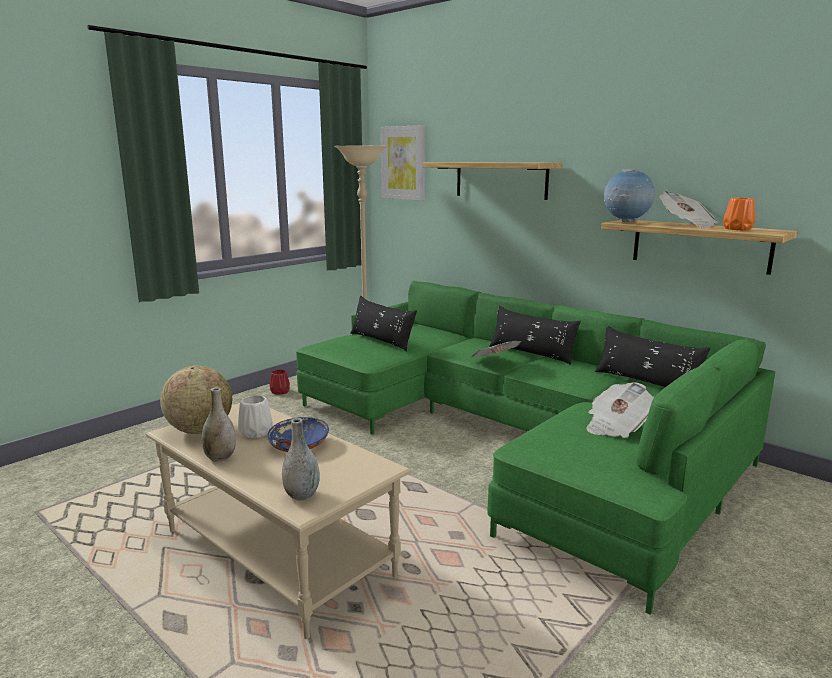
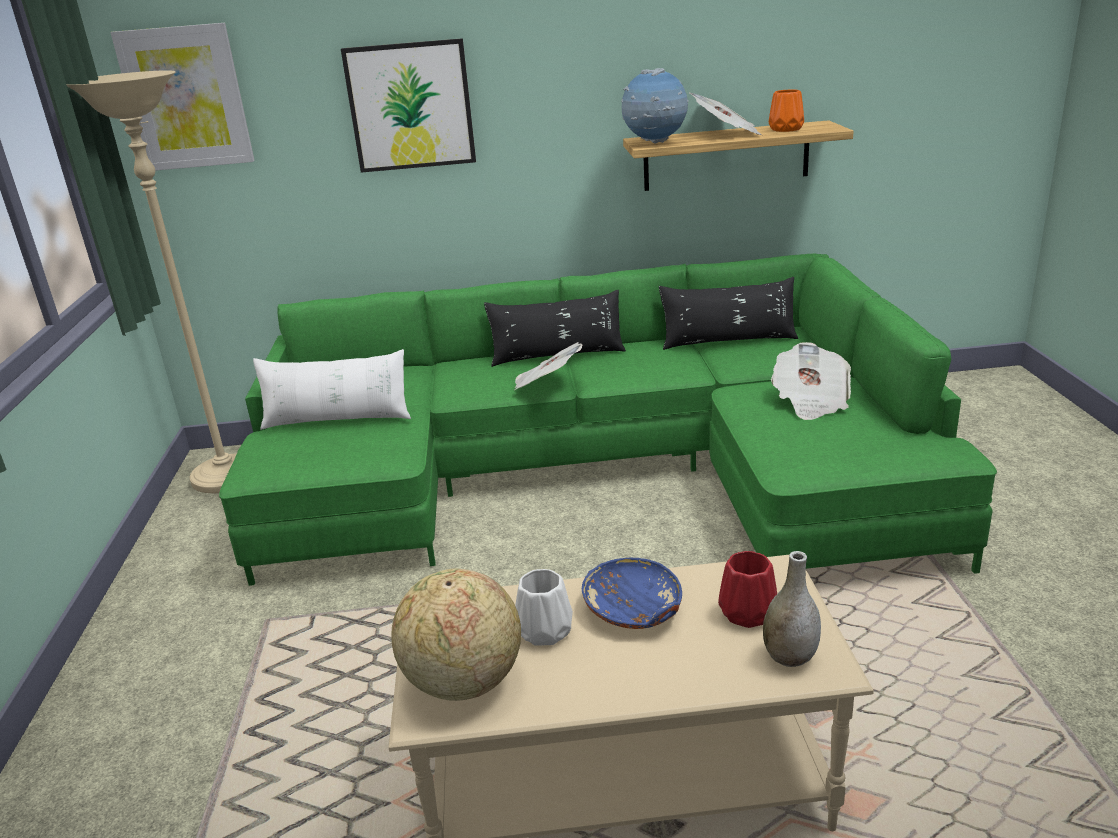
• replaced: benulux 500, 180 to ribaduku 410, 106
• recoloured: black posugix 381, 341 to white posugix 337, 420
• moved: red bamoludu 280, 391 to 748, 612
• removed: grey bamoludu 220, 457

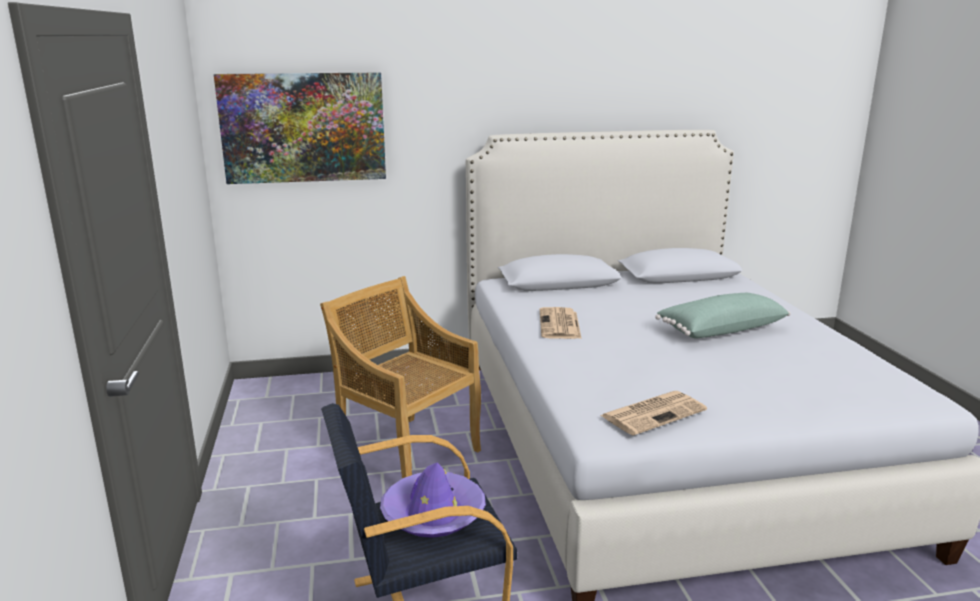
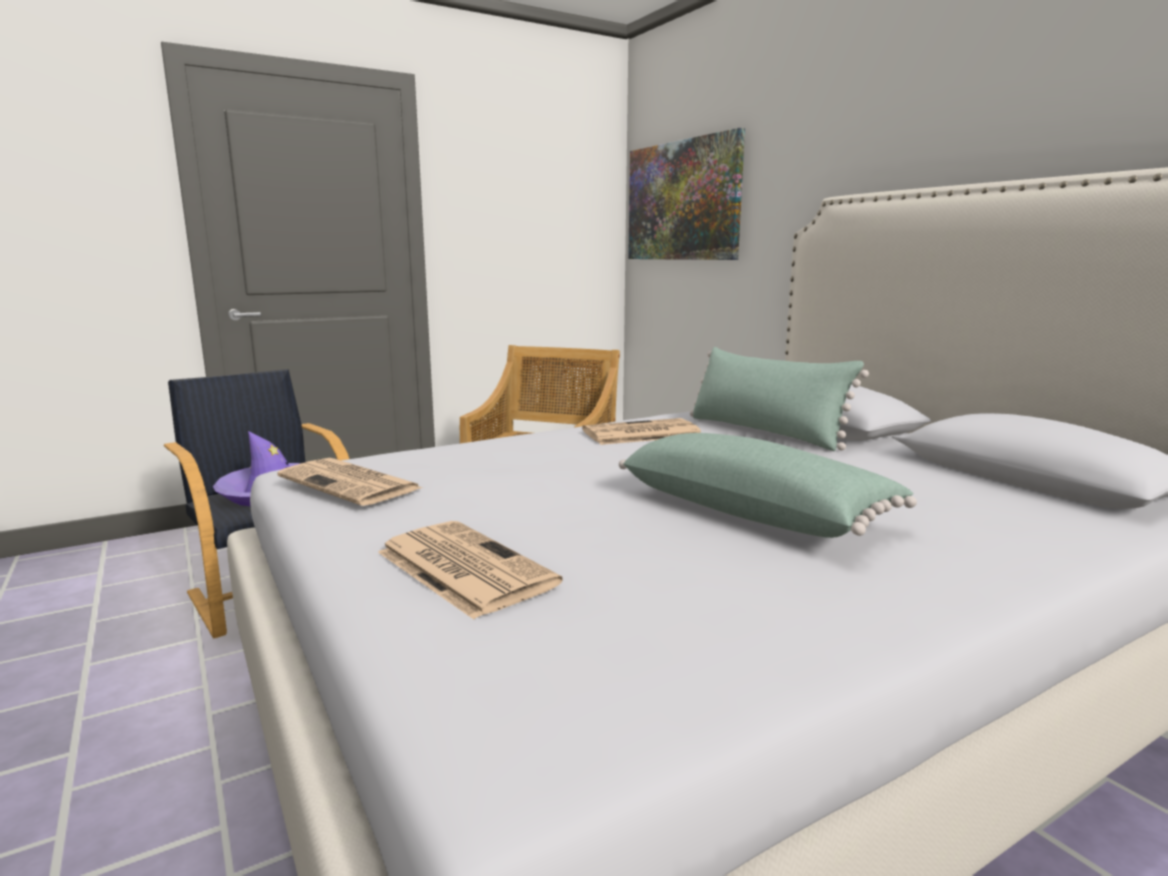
• added: green posugix 765, 432
• added: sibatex 462, 567

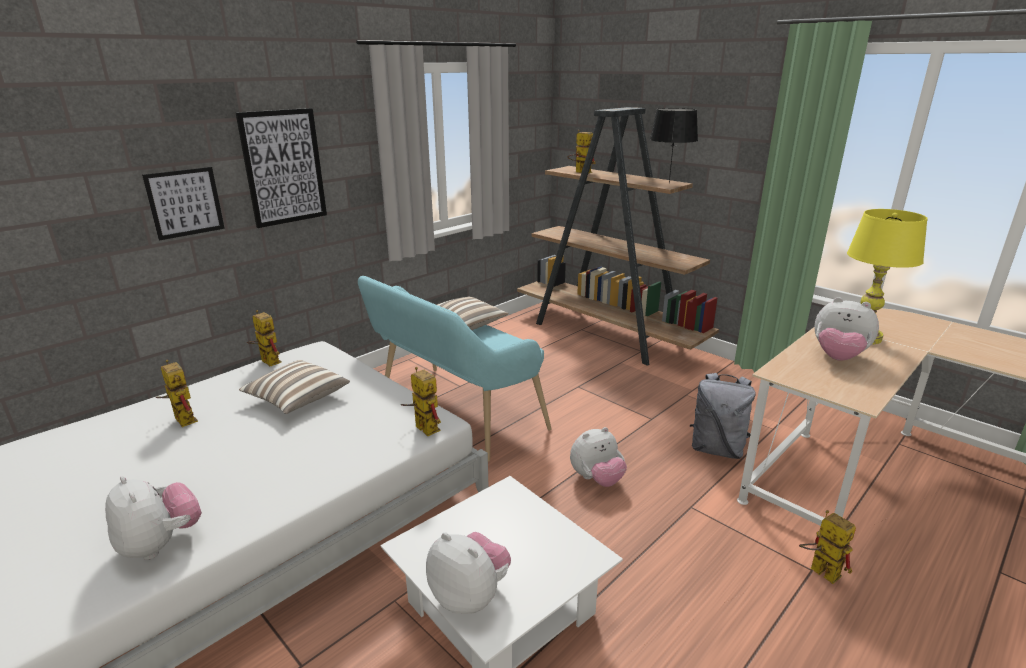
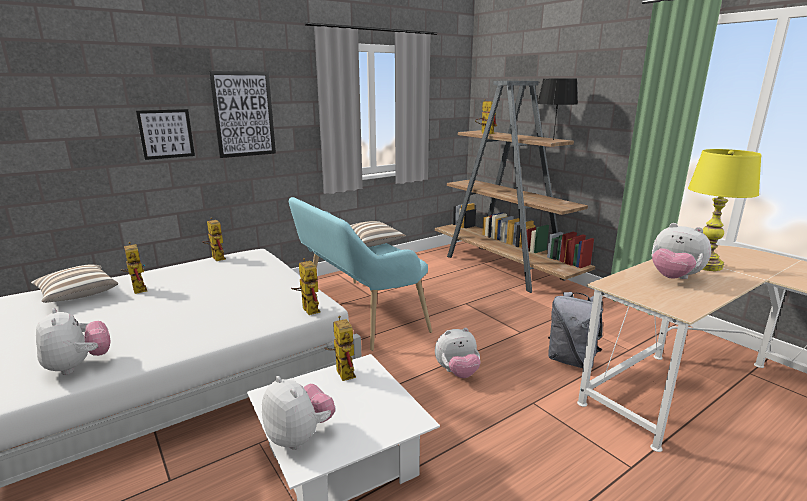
• moved: posugix 297, 399 to 77, 295
• moved: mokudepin 818, 570 to 342, 371

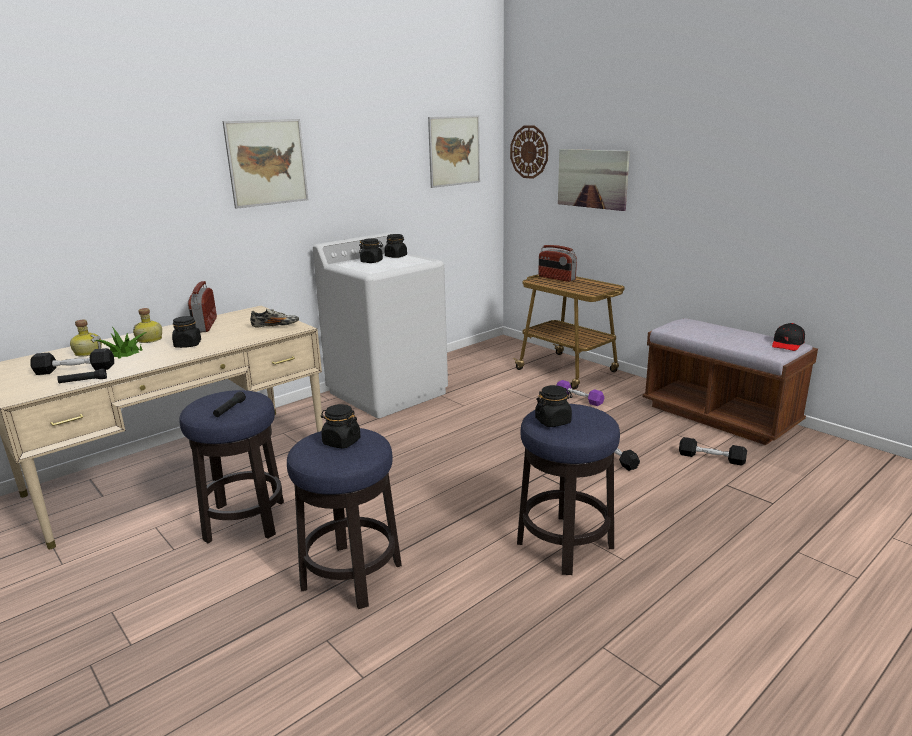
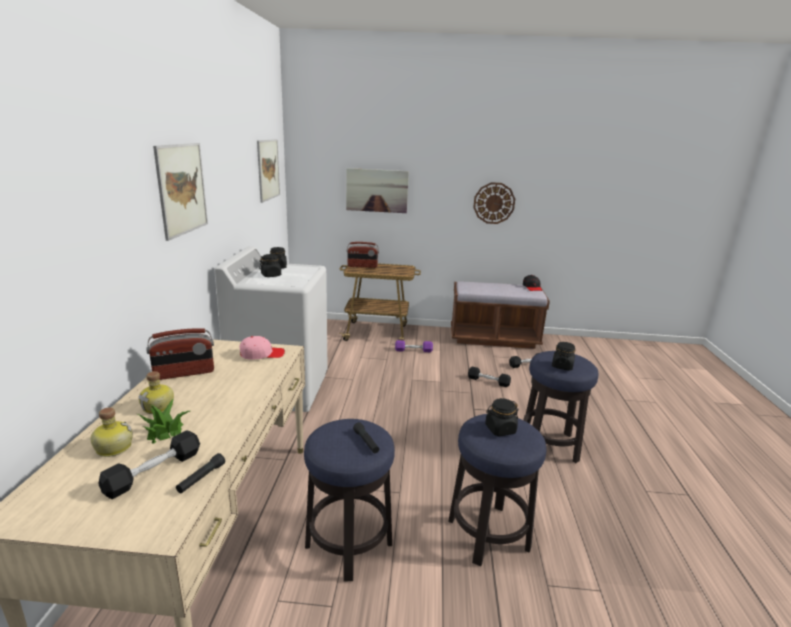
• moved: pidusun 529, 152 to 494, 203
• turned: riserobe 205, 325 = 184, 373 60 degrees counterclockwise
• replaced: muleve 275, 326 to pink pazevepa 262, 354
• removed: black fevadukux 188, 345

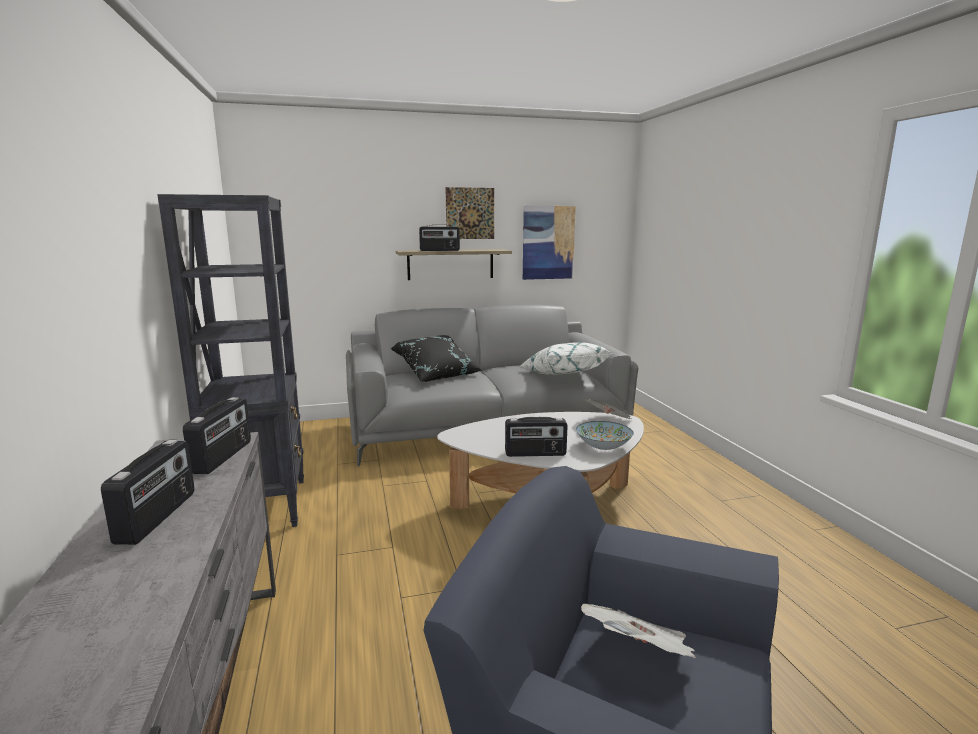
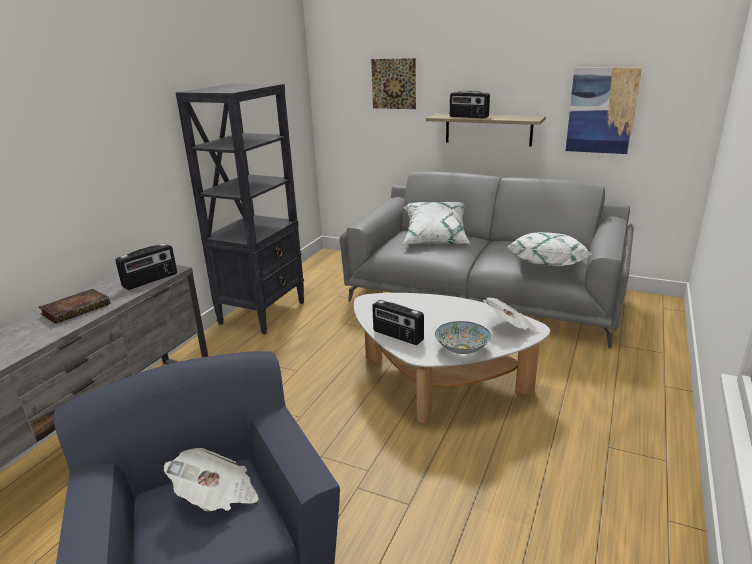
• moved: ribaduku 470, 213 to 393, 84
• recoloured: black posugix 437, 374 to white posugix 435, 238
• replaced: riserobe 158, 517 to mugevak 77, 308

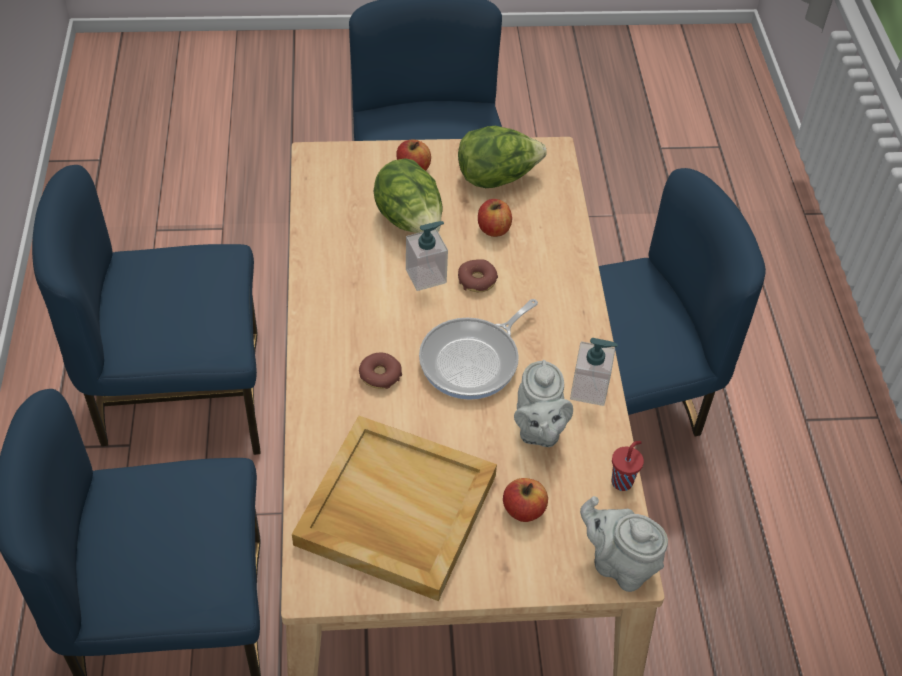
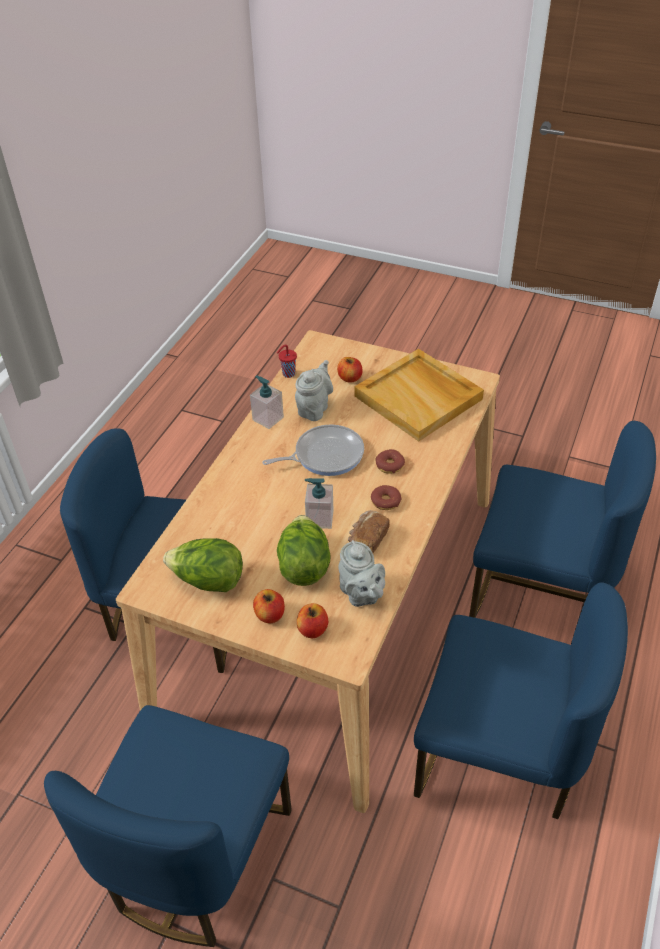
• moved: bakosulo 493, 229 to 313, 629
• moved: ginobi 477, 280 to 385, 501
• moved: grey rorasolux 619, 564 to 361, 594
• added: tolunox 367, 540

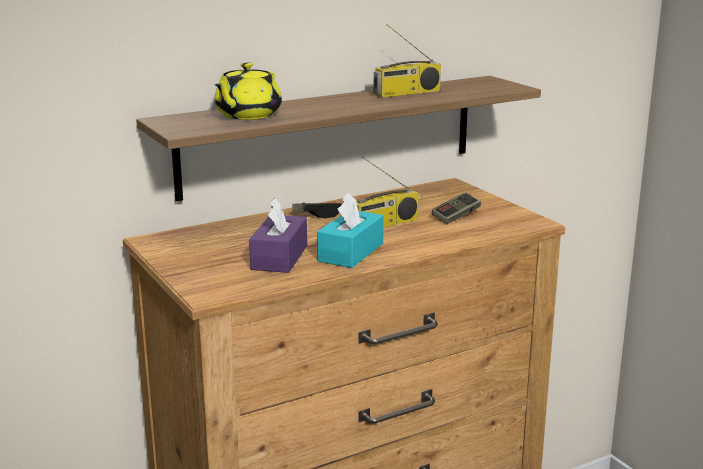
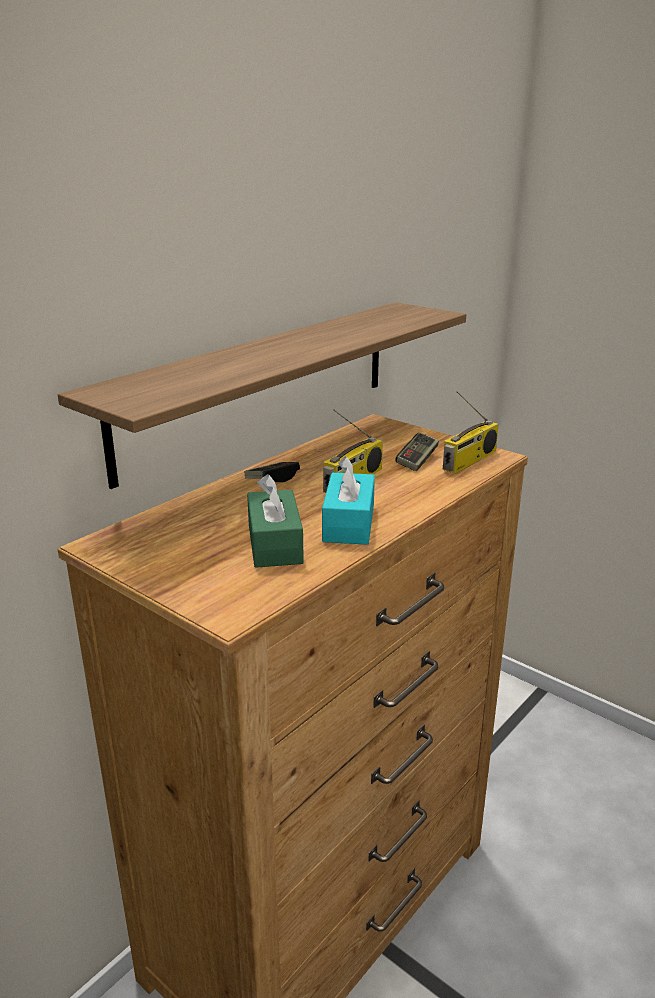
• moved: riserobe 407, 93 to 469, 461
• removed: yellow rorasolux 247, 115
• recoloured: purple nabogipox 279, 257 to green nabogipox 274, 544

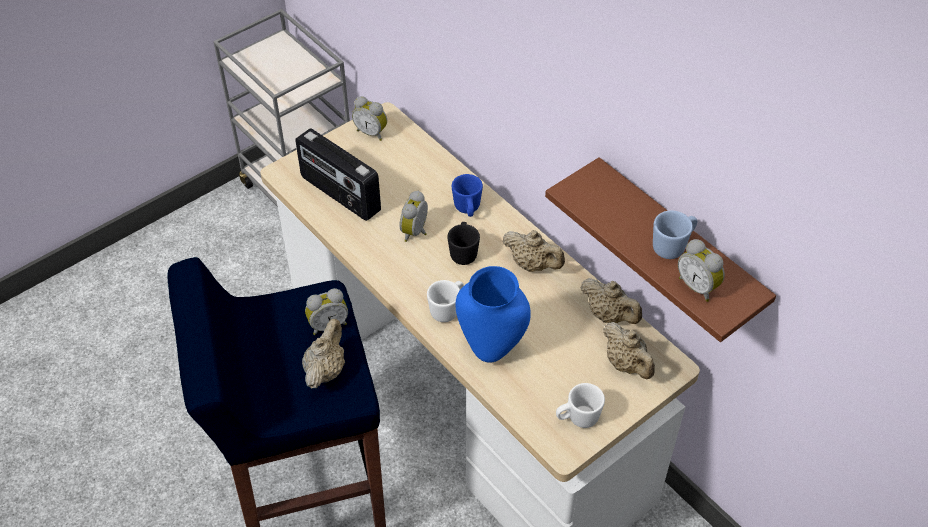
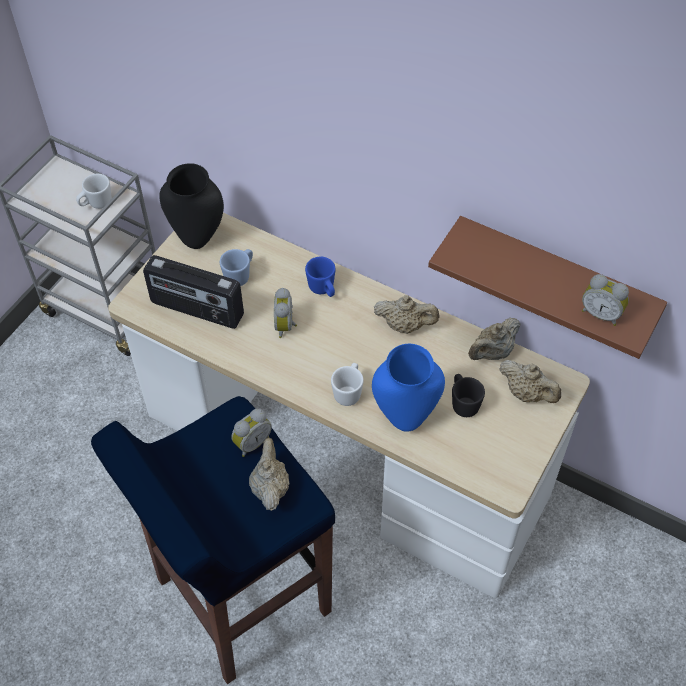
• replaced: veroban 372, 132 to black bamoludu 198, 238
• moved: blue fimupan 673, 246 to 240, 275
• moved: black fimupan 463, 252 to 463, 403
• turned: beige rorasolux 609, 315 = 492, 352 120 degrees clockwise
• moved: white fimupan 577, 418 to 96, 204

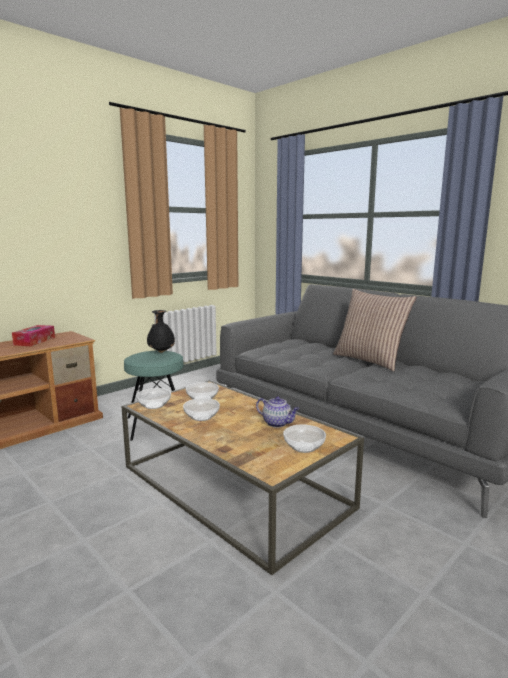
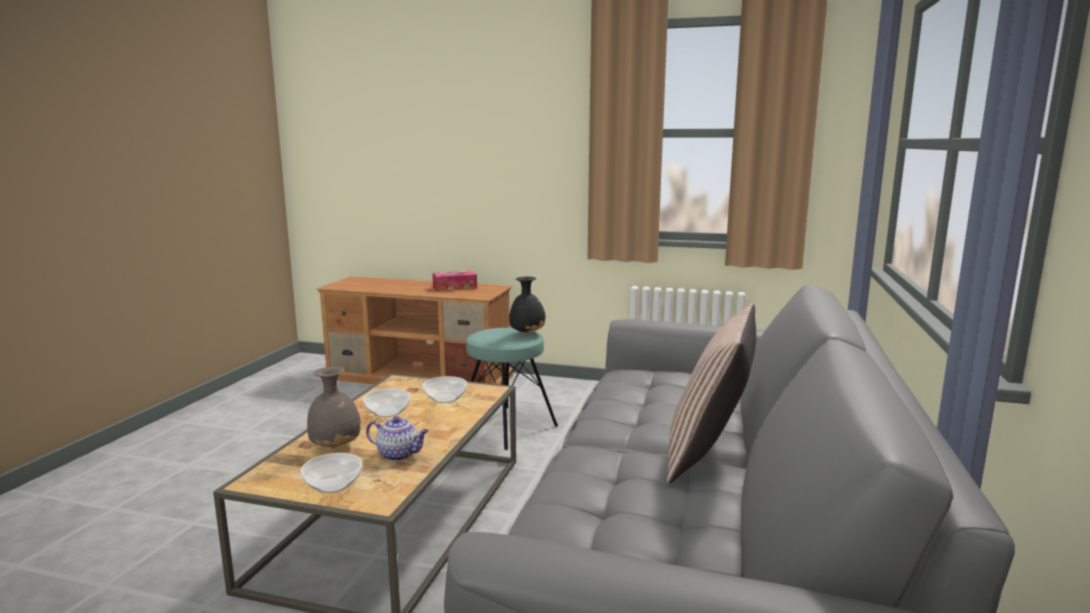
• removed: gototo 154, 405
• turned: rorasolux 277, 423 = 399, 454 75 degrees counterclockwise
• added: grey bamoludu 337, 446

